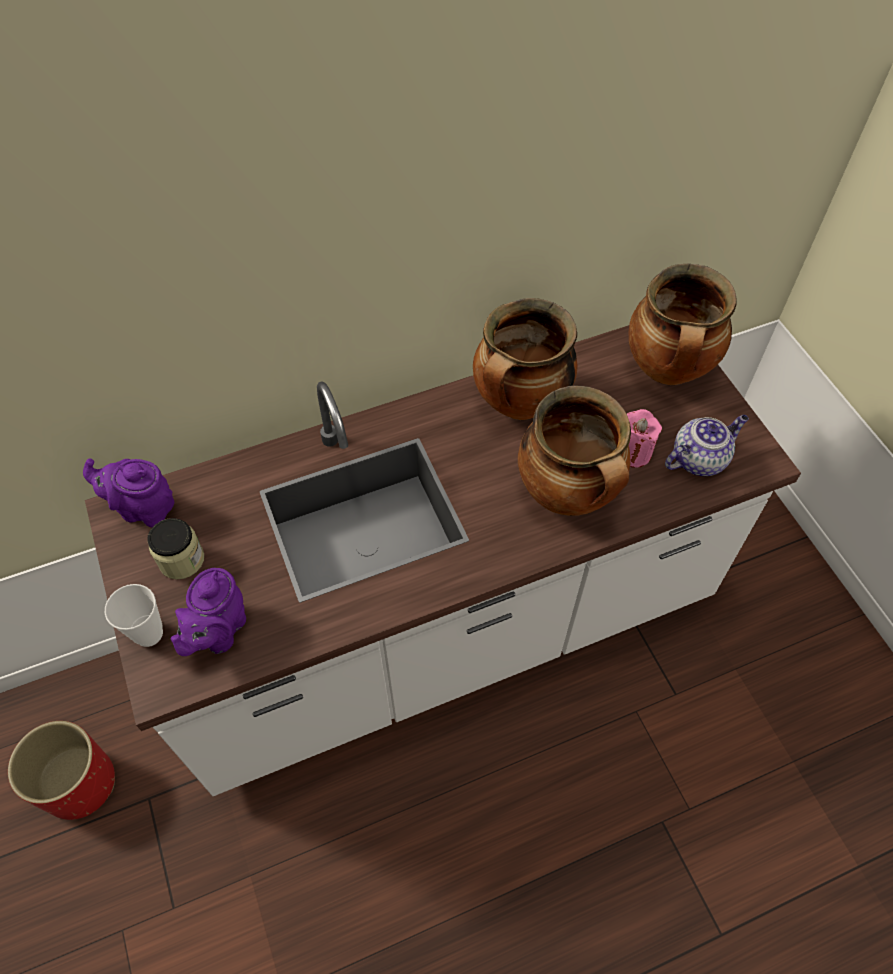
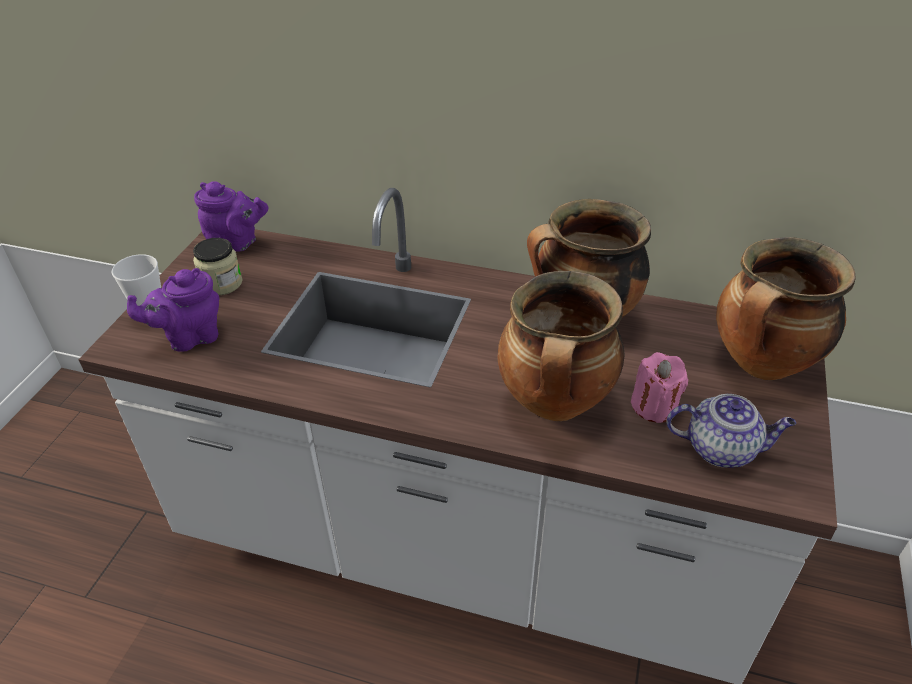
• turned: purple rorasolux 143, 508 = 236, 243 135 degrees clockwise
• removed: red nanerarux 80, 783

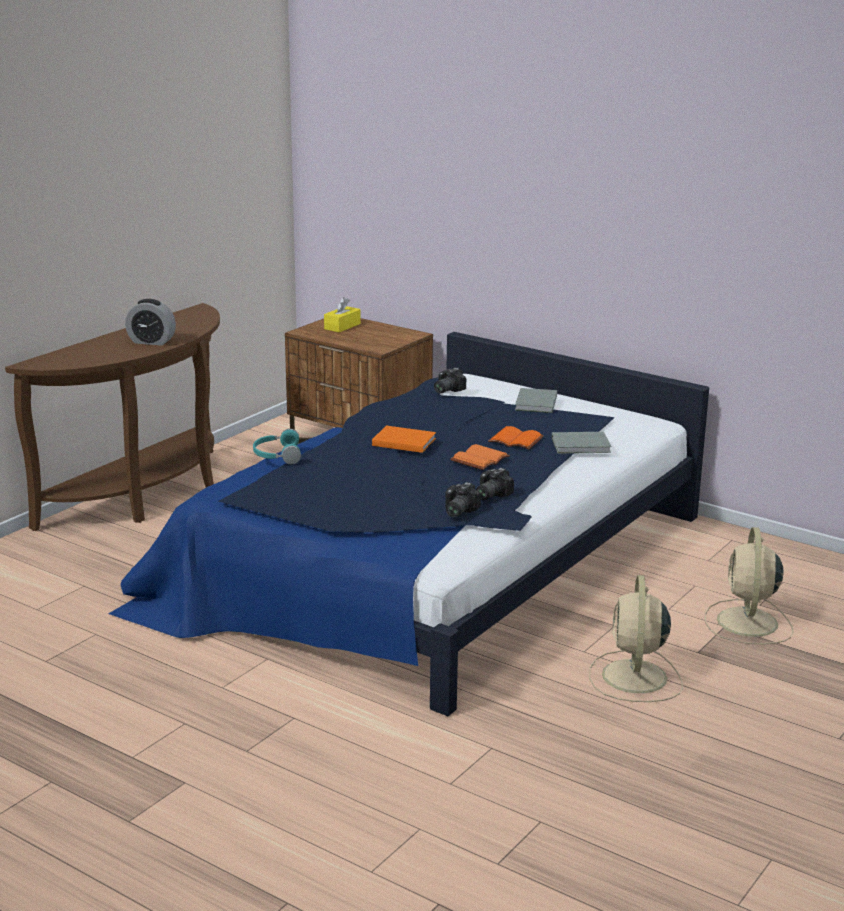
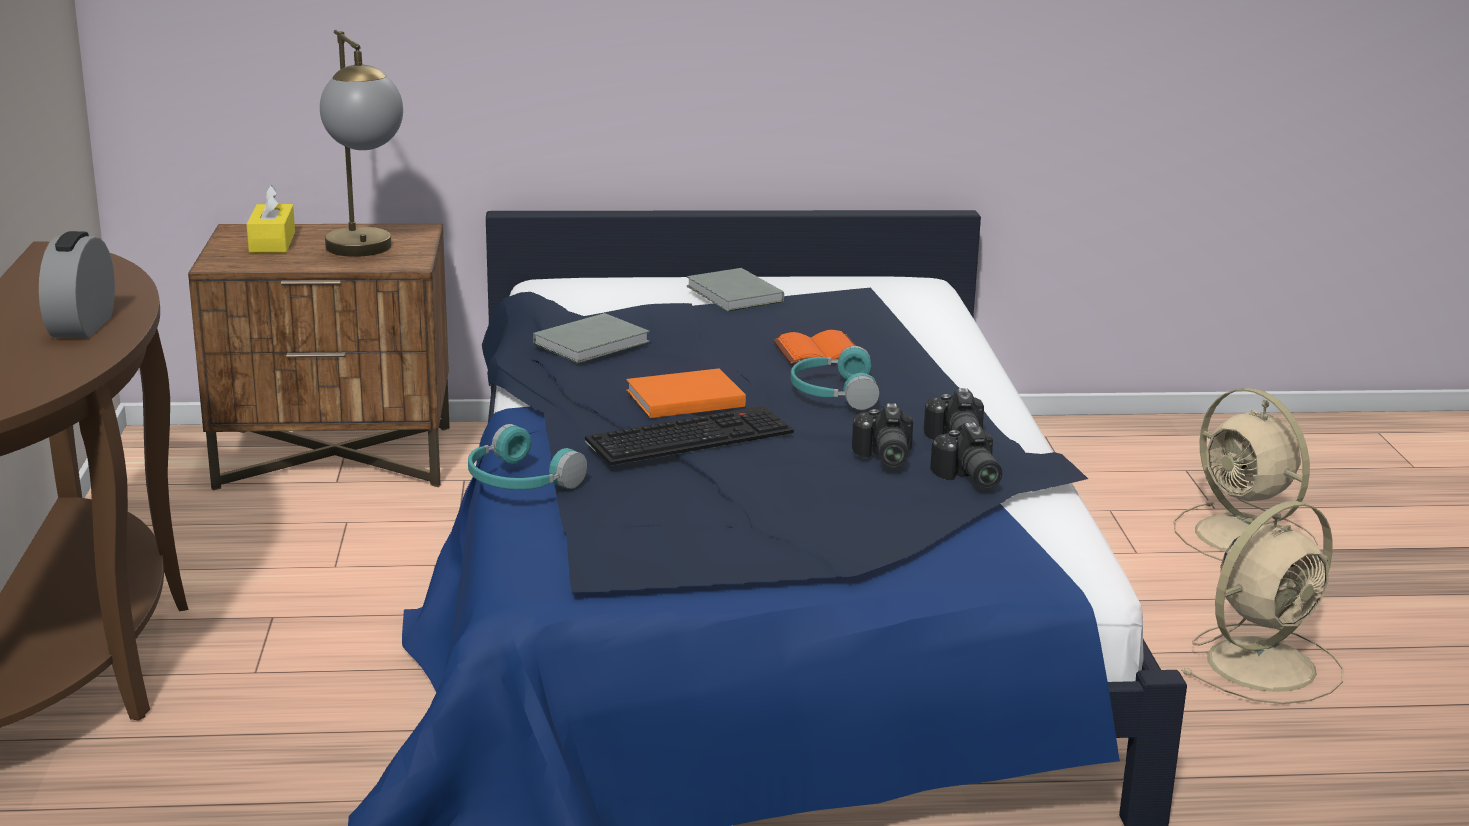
• turned: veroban 151, 342 = 82, 326 120 degrees clockwise
• moved: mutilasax 446, 390 to 882, 457
• moved: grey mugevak 582, 446 to 594, 343
• replaced: orange mugevak 479, 459 to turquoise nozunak 832, 392
• turned: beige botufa 634, 678 = 1264, 663 90 degrees counterclockwise
• added: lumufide 365, 253
• added: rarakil 691, 435

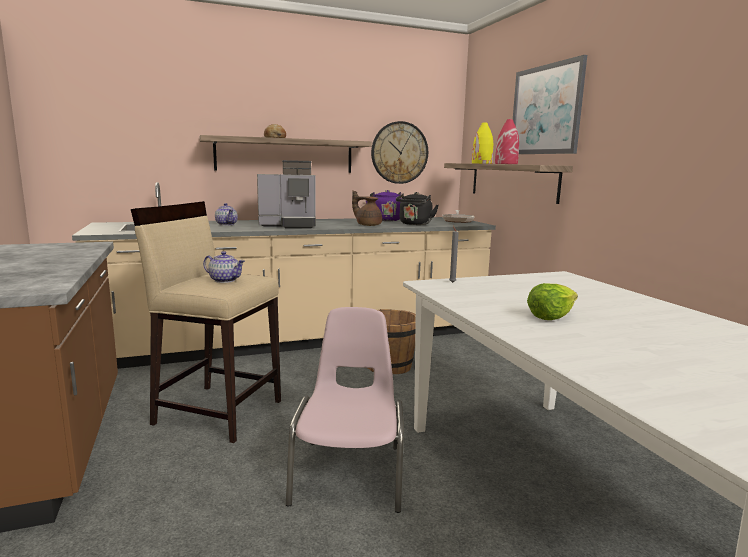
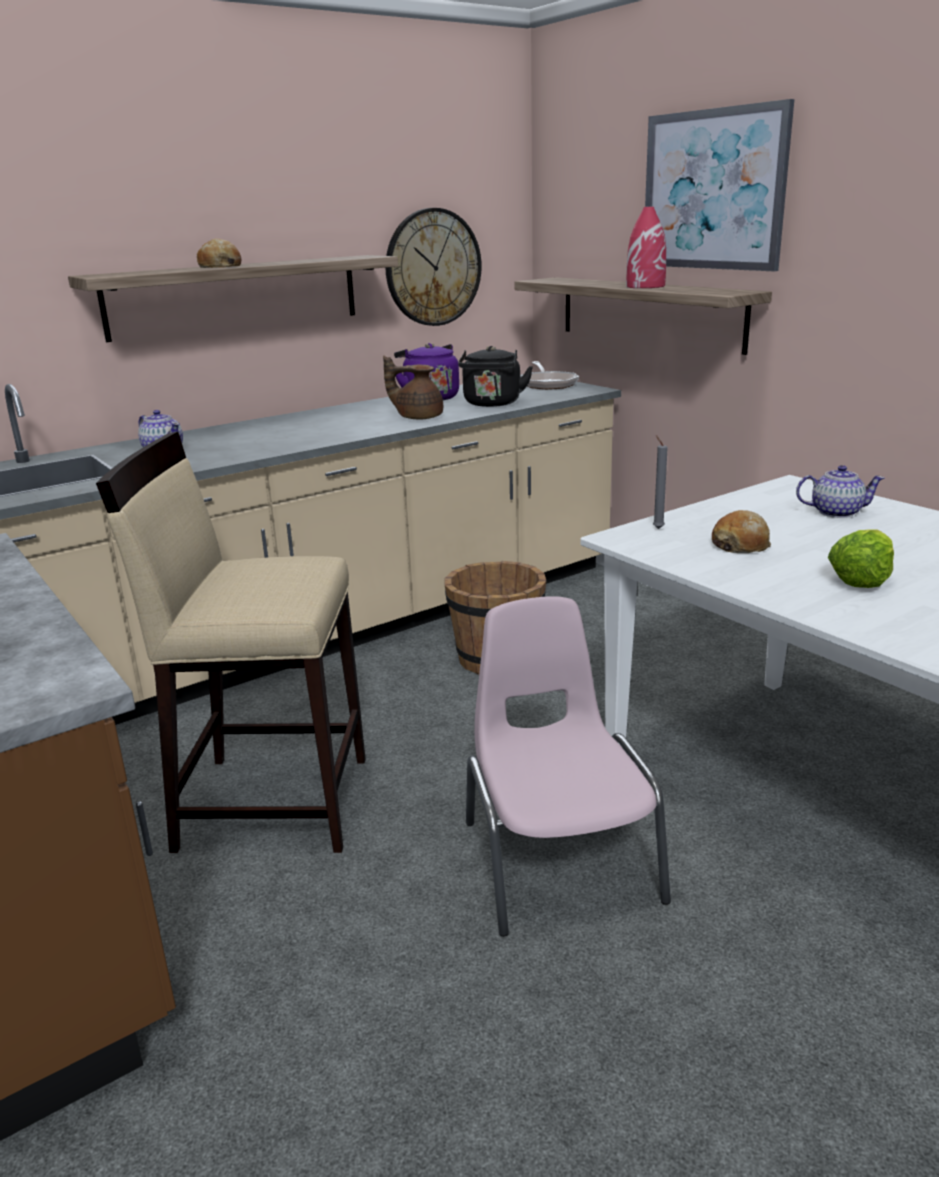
• removed: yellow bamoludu 481, 163
• removed: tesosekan 290, 225
• moved: rorasolux 224, 280 to 835, 512
• added: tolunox 741, 545

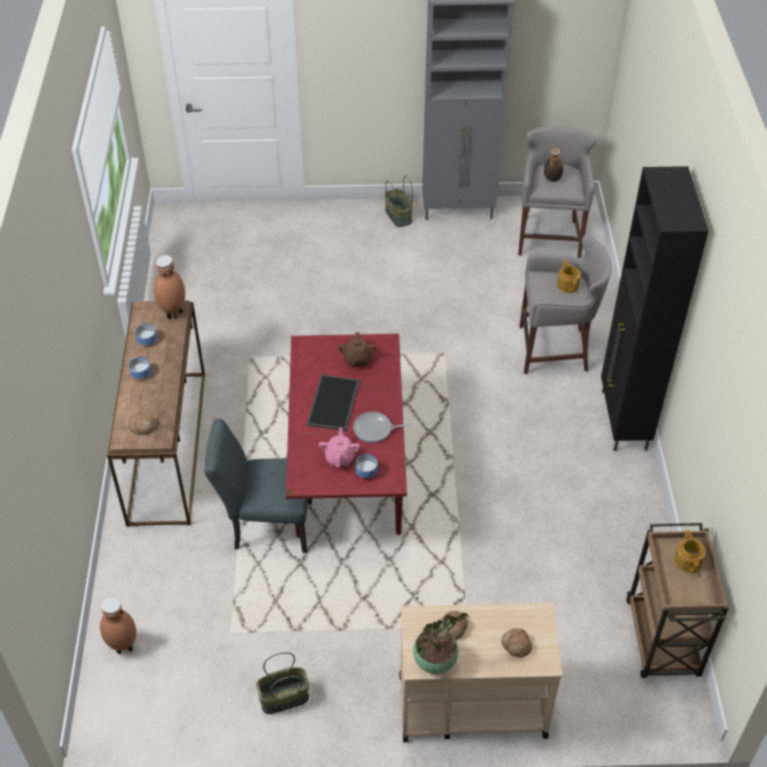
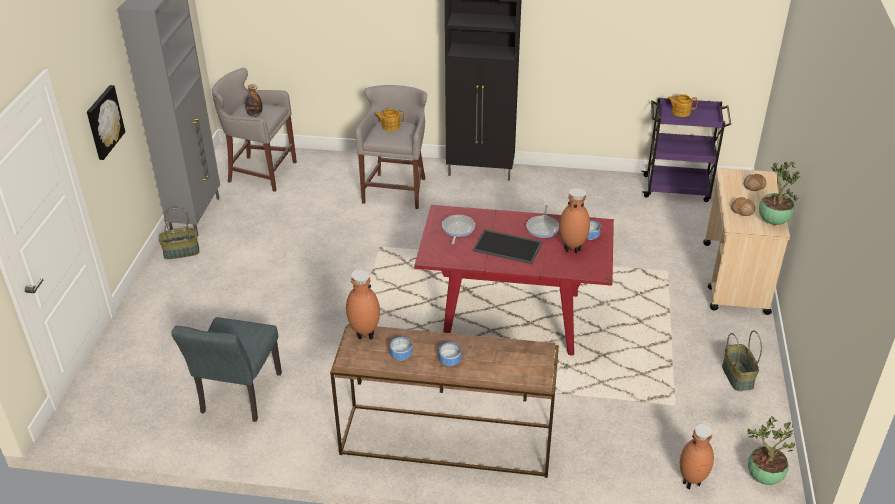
• replaced: brown rorasolux 357, 360 to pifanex 457, 229
• removed: tolunox 143, 426
• moved: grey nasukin 266, 525 to 238, 398
• replaced: pink rorasolux 340, 458 to brown bamoludu 572, 248
• recoloured: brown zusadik 662, 640 to purple zusadik 677, 188
• added: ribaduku 103, 122
• added: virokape 763, 477

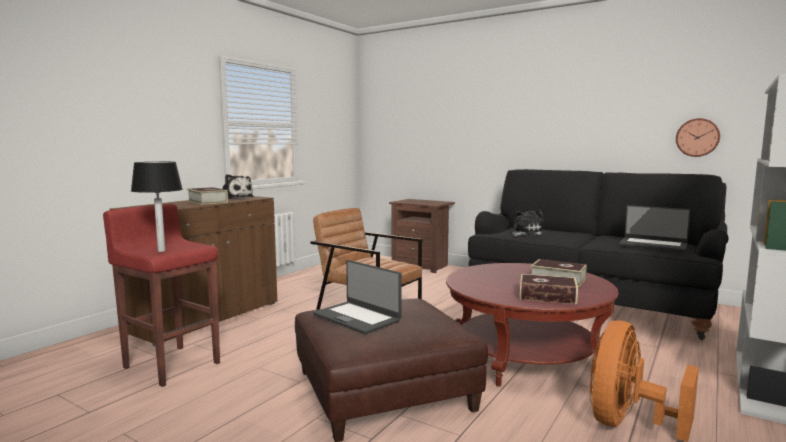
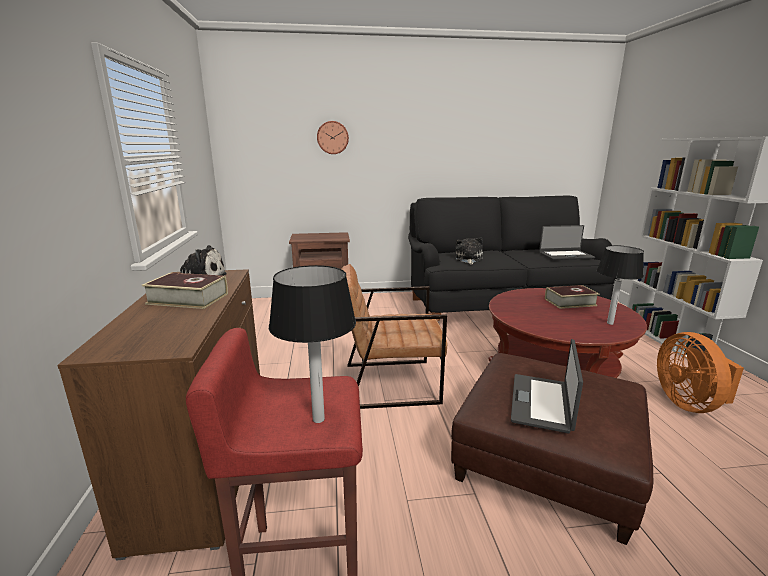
• moved: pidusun 697, 137 to 332, 137
• turned: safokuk 357, 317 = 542, 403 105 degrees clockwise
• replaced: mugevak 547, 296 to lumufide 609, 323

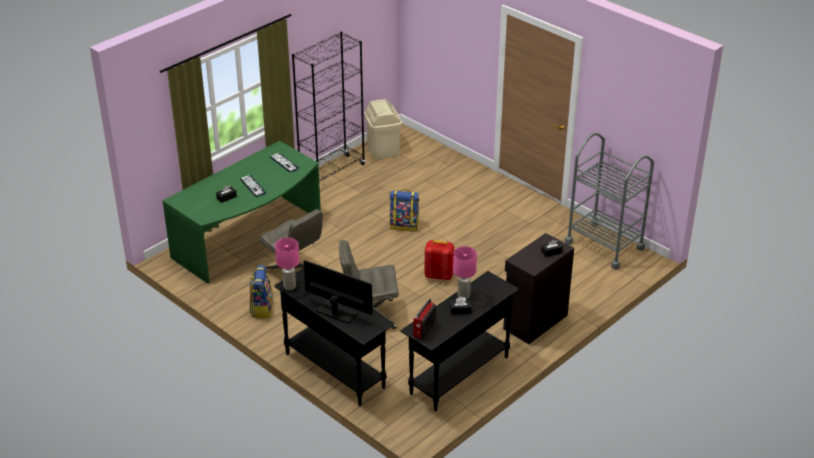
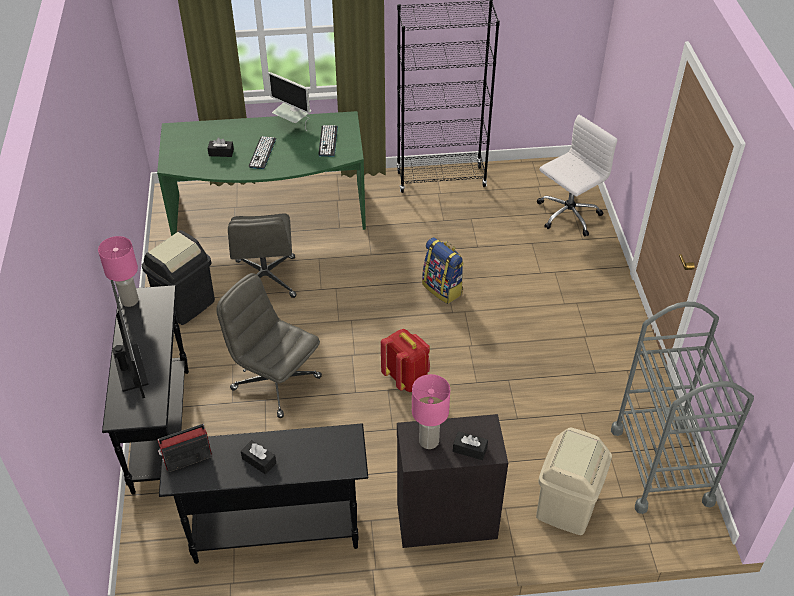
• moved: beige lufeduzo 383, 150 to 566, 506
• moved: pink lumufide 464, 295 to 429, 442
• replaced: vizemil 261, 308 to black lufeduzo 185, 303
• added: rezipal 294, 125
• added: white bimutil 567, 215

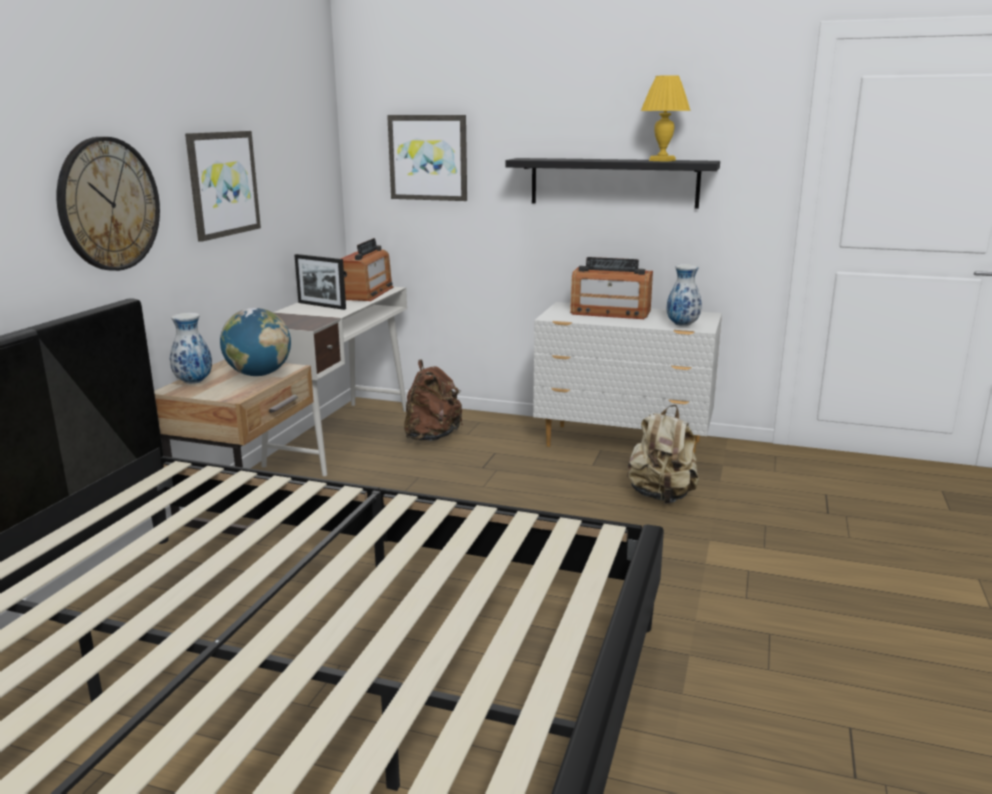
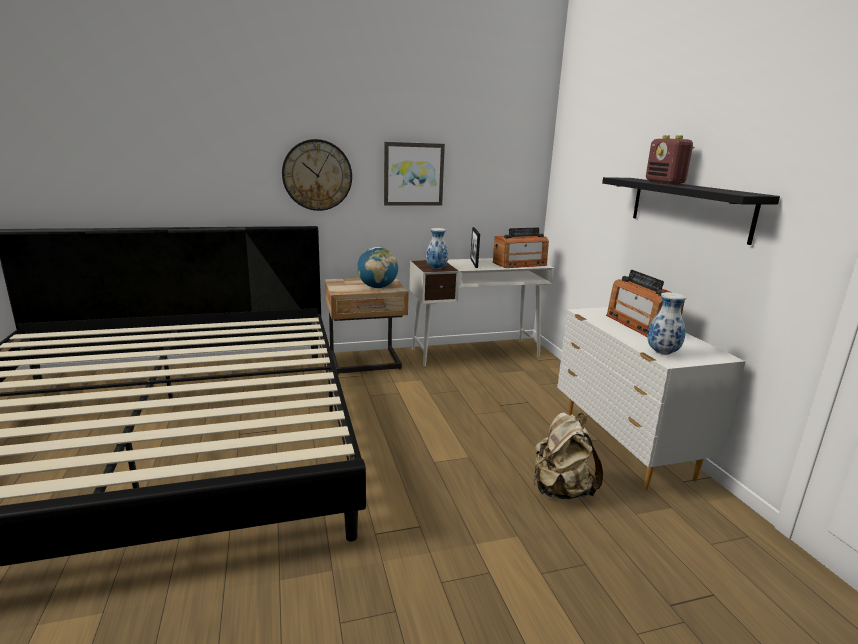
• removed: yellow lumufide 662, 160
• removed: ribaduku 428, 157
• moved: bamoludu 193, 382 to 436, 268
• removed: brown vizemil 432, 437
• added: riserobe 665, 182

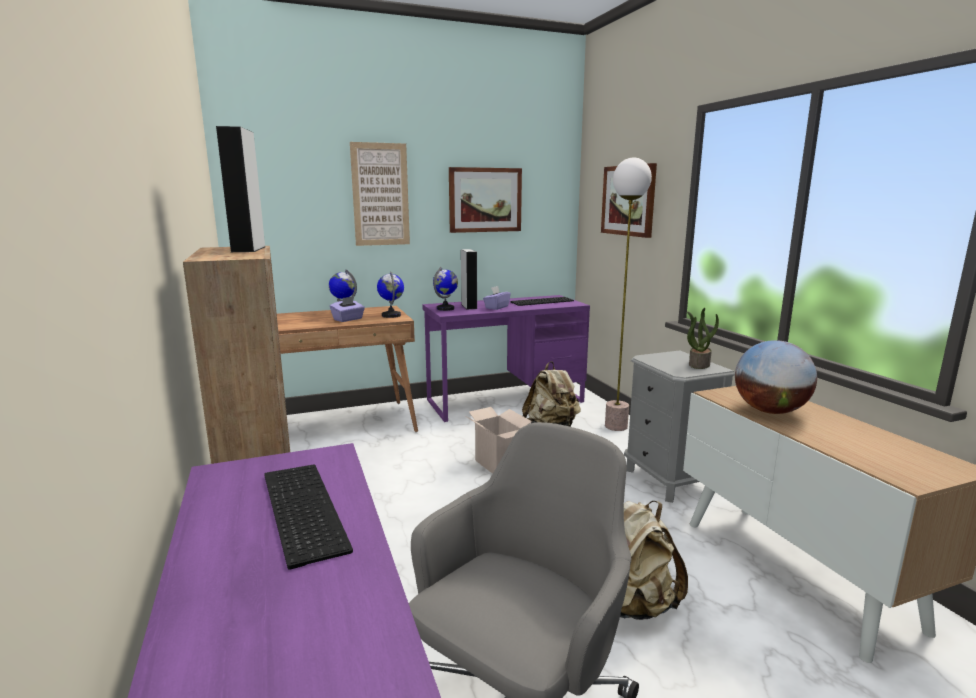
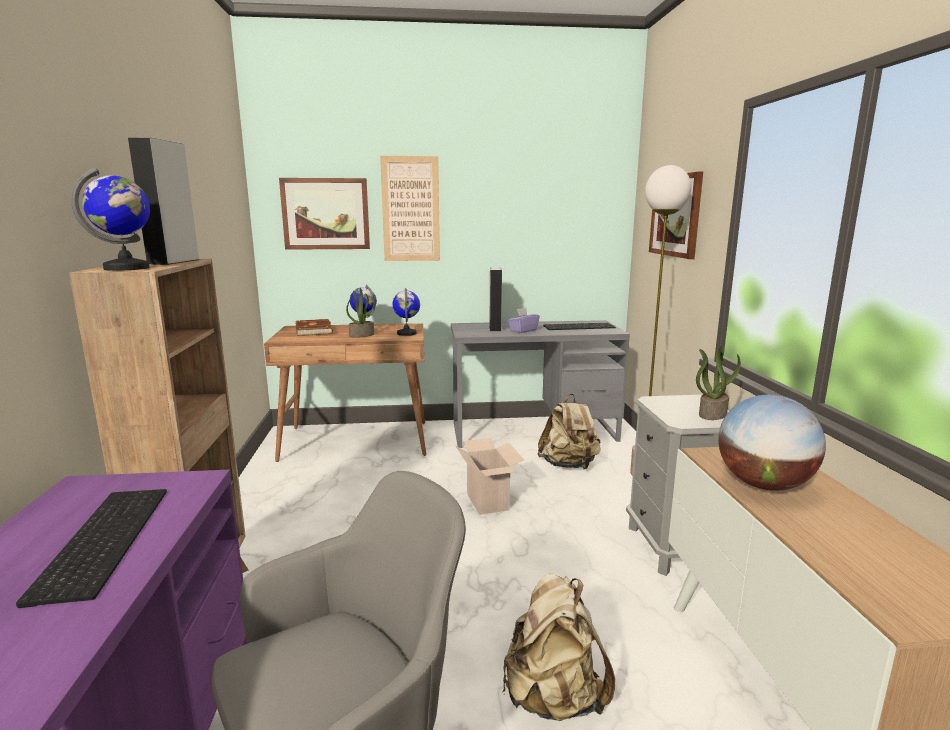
• moved: ribaduku 485, 200 to 326, 214
• moved: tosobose 445, 308 to 127, 268
• recoloured: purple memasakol 505, 401 to grey memasakol 534, 431
• replaced: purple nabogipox 348, 319 to virokape 362, 335
• added: brown mugevak 315, 330

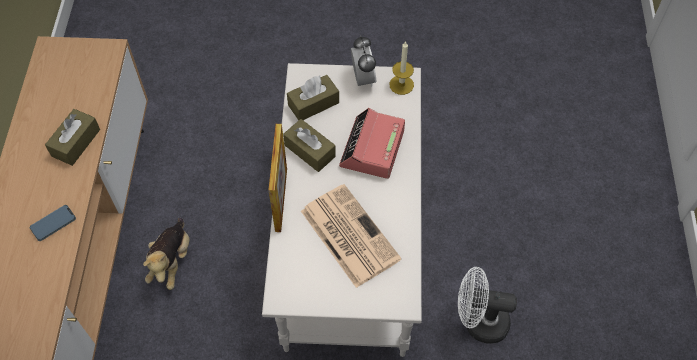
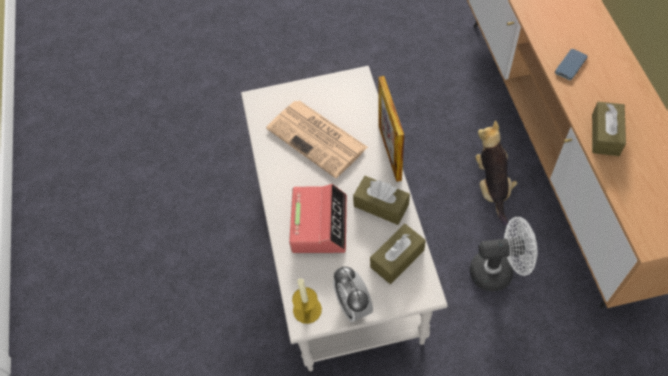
• moved: white botufa 479, 322 to 498, 271

